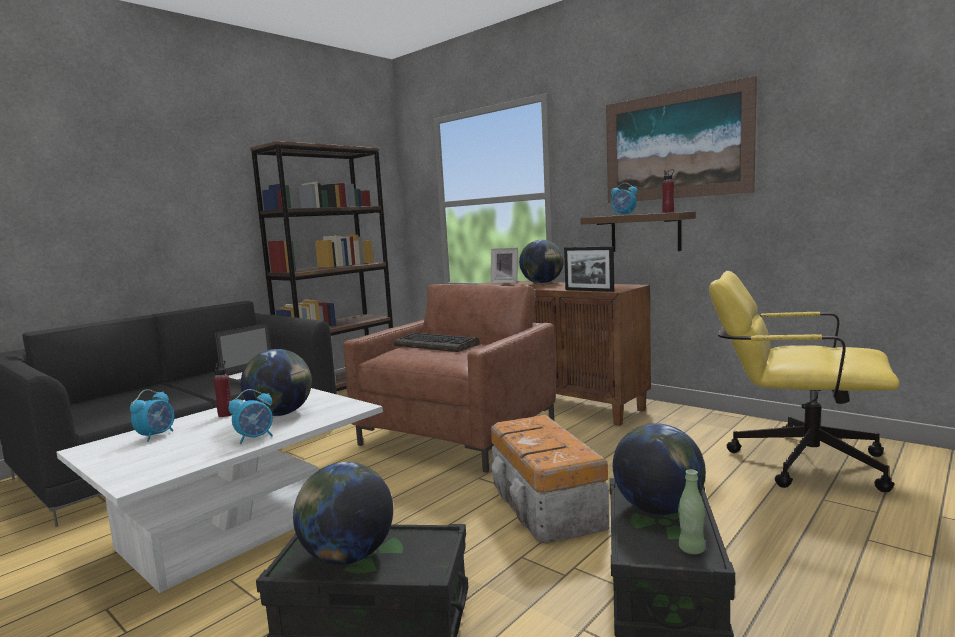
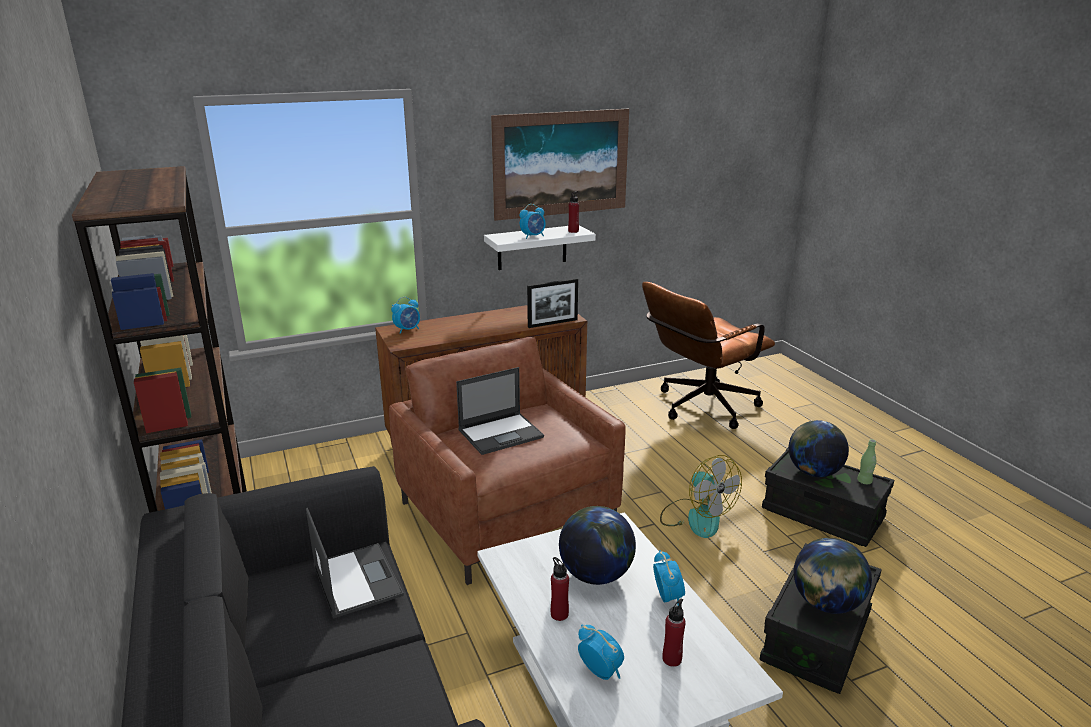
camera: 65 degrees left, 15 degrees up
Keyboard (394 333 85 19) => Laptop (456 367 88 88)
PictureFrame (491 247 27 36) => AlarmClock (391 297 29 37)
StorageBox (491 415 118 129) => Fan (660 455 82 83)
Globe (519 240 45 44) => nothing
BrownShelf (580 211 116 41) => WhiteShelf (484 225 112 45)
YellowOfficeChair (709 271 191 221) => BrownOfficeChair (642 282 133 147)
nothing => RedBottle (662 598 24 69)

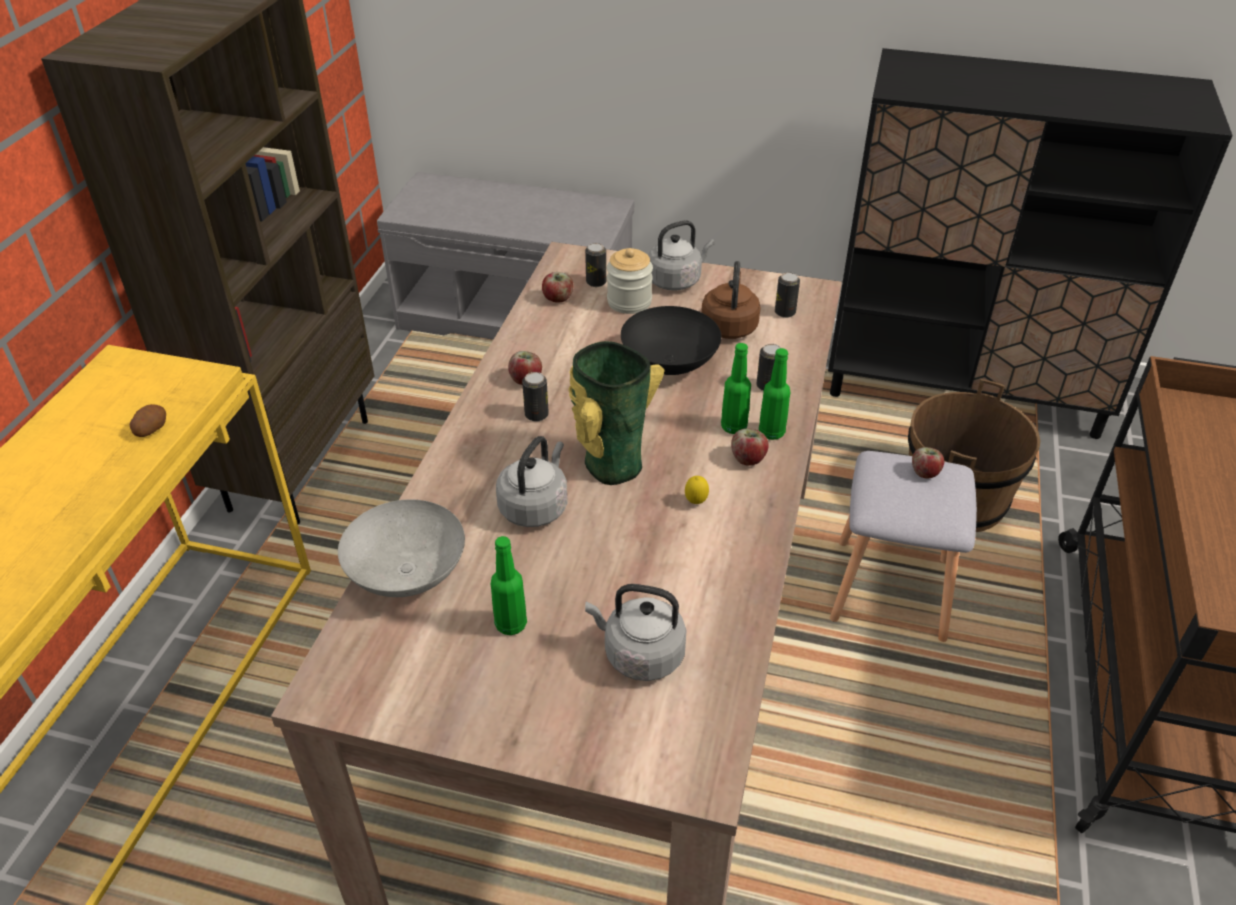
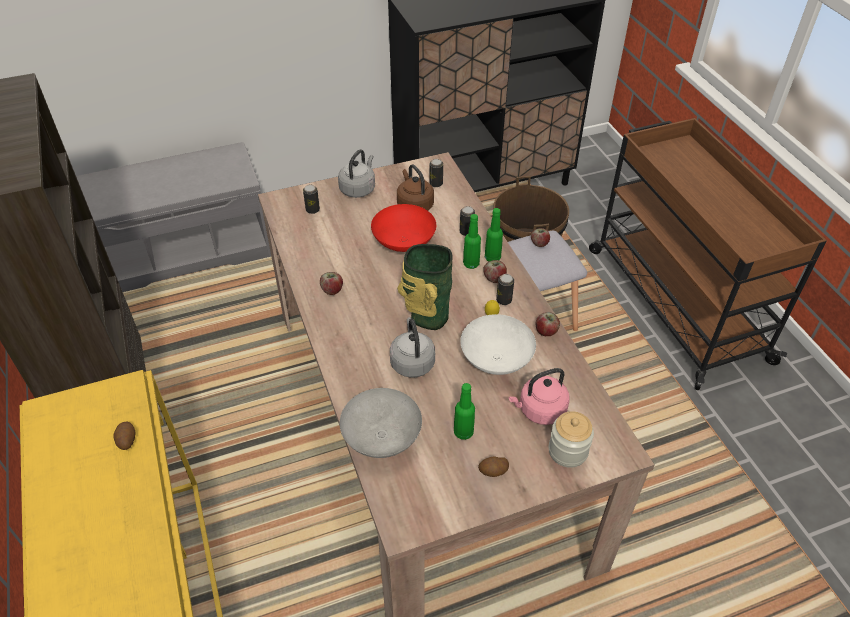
camera: 35 degrees left, 5 degrees up
Can (522 372 27 49) => Can (496 274 18 31), shifted
Apple (542 272 31 31) => Apple (536 312 24 24), shifted
GreyKettle (585 584 102 97) => PinkKettle (509 368 60 57)
Jar (607 248 46 66) => Jar (549 411 45 57), shifted
BlackBowl (621 306 100 69) => RedBowl (371 204 65 48)
nothing => WhiteBowl (460 314 76 61)
nothing => Potato (478 457 31 20)

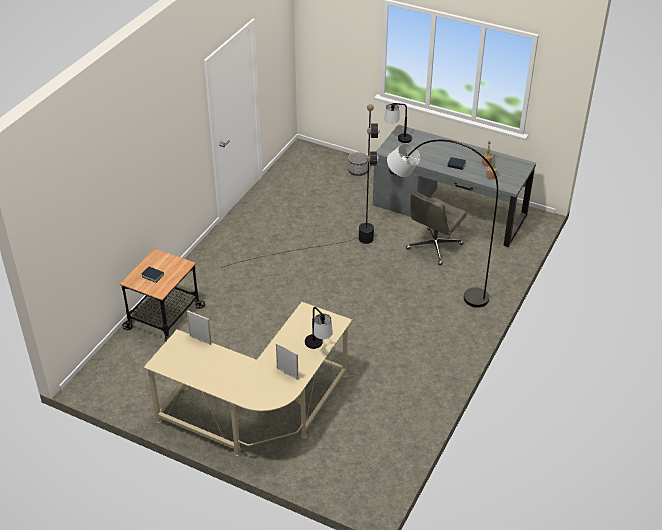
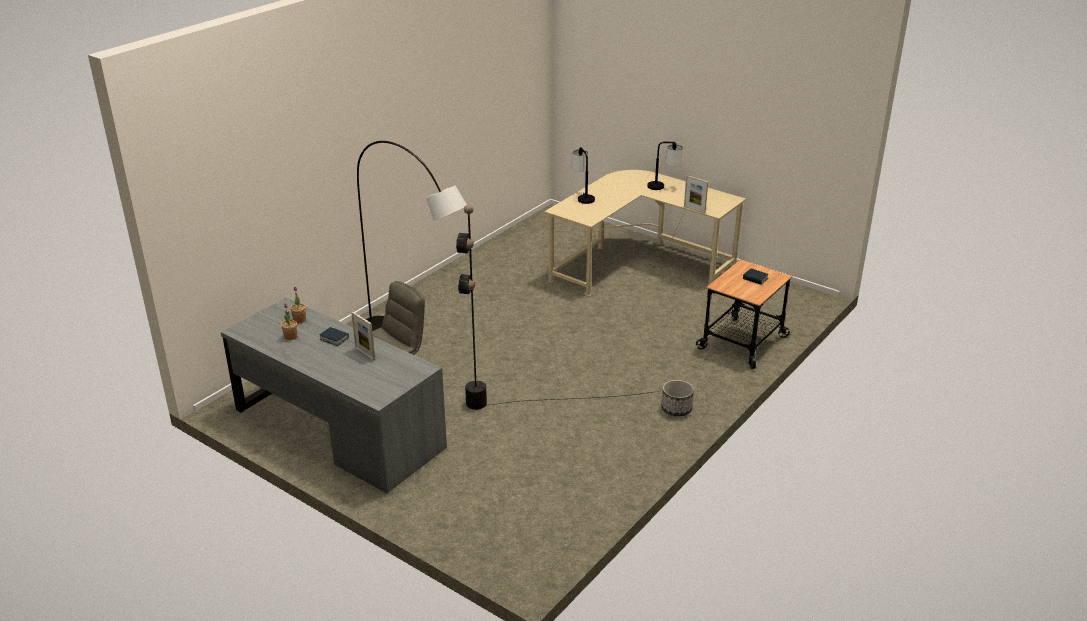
camera: 170 degrees left, 10 degrees down
PictureFrame (276 343 23 37) => PictureFrame (351 312 24 48), shifted
Planter (348 152 20 24) => Planter (662 380 32 36), shifted
TableLamp (384 103 28 40) => TableLamp (647 142 36 48), shifted

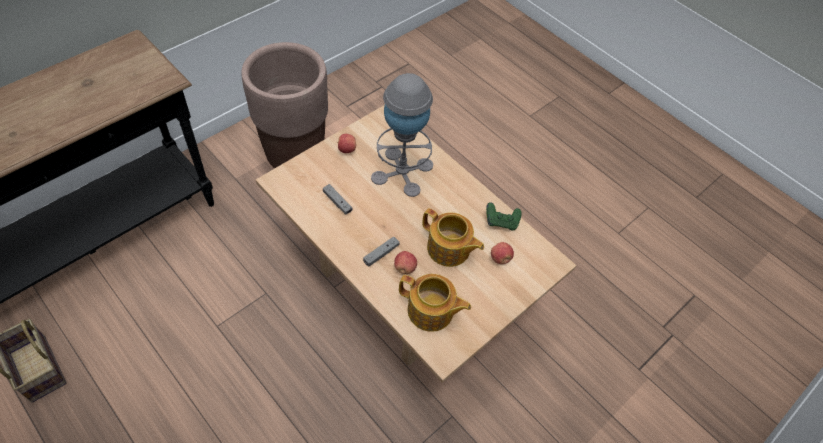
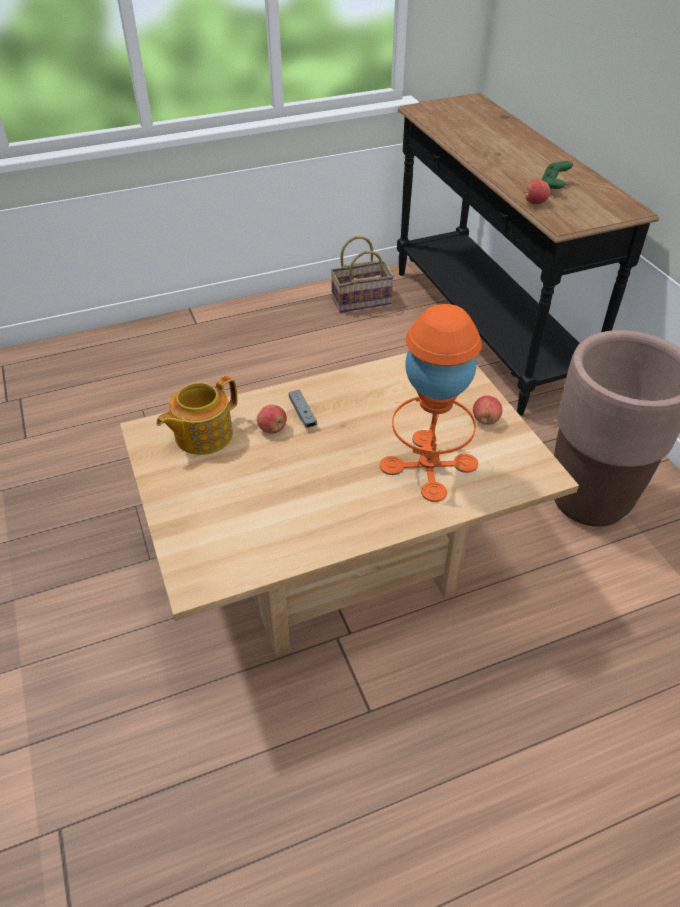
camera: 115 degrees right, 10 degrees down
GreyGameController (323 184 30 31) => nothing
GreyTableLamp (371 73 62 124) => OrangeTableLamp (380 304 102 198)
Teapot (422 208 62 59) => nothing
GreenGameController (486 202 36 29) => GreenGameController (542 161 31 28), shifted
Apple (491 242 23 22) => Apple (524 179 26 25), shifted

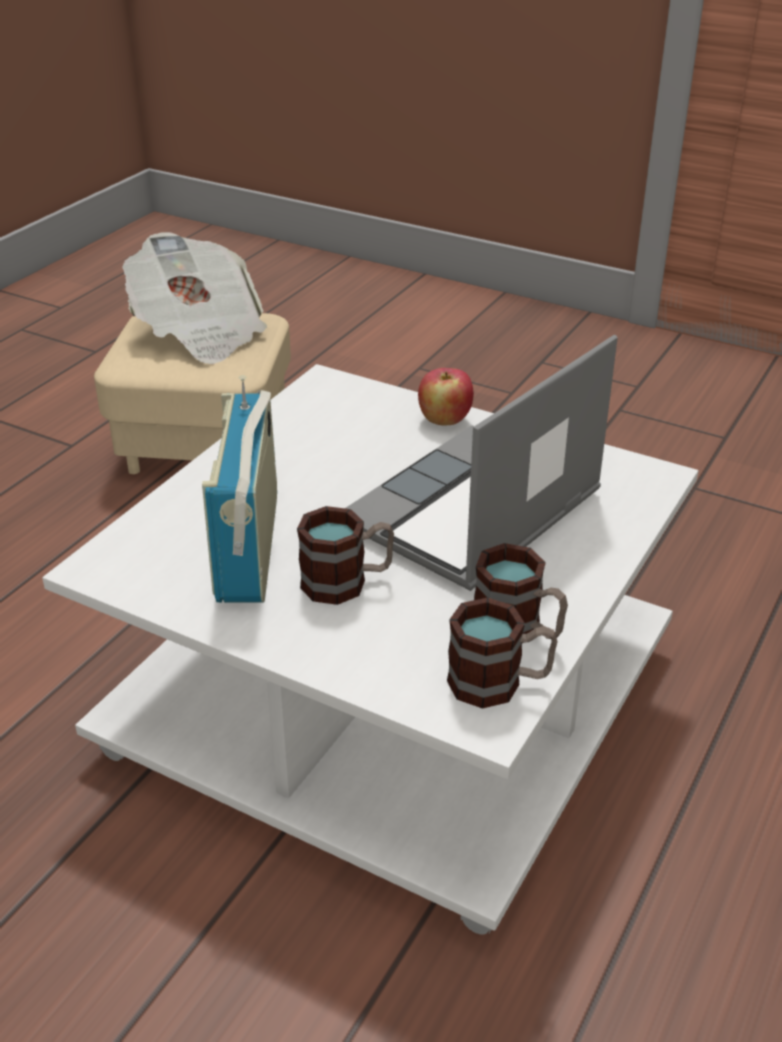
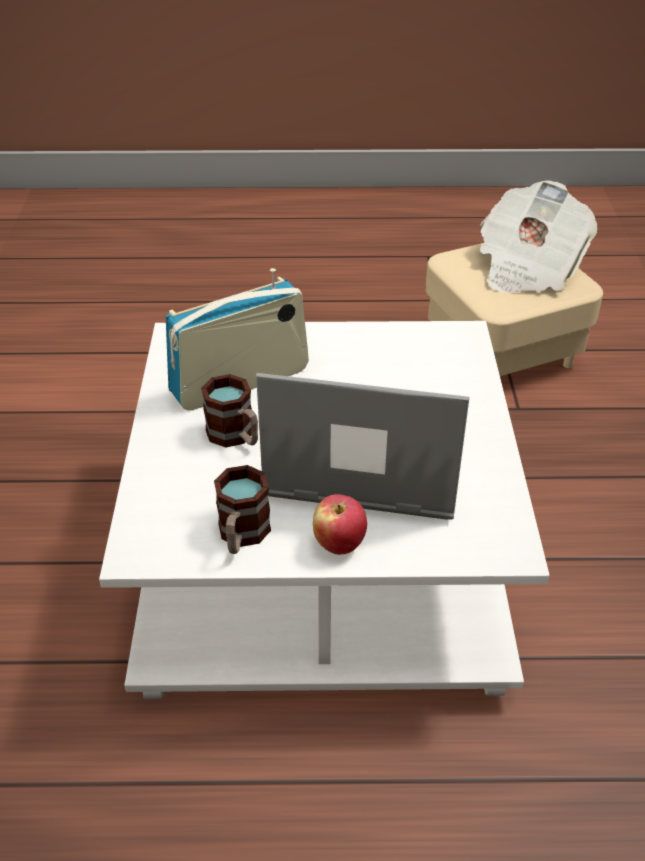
camera: 60 degrees right, 5 degrees up
Apple (418 368 56 57) => Apple (313 494 54 61), shifted
Mug (447 597 111 112) => nothing

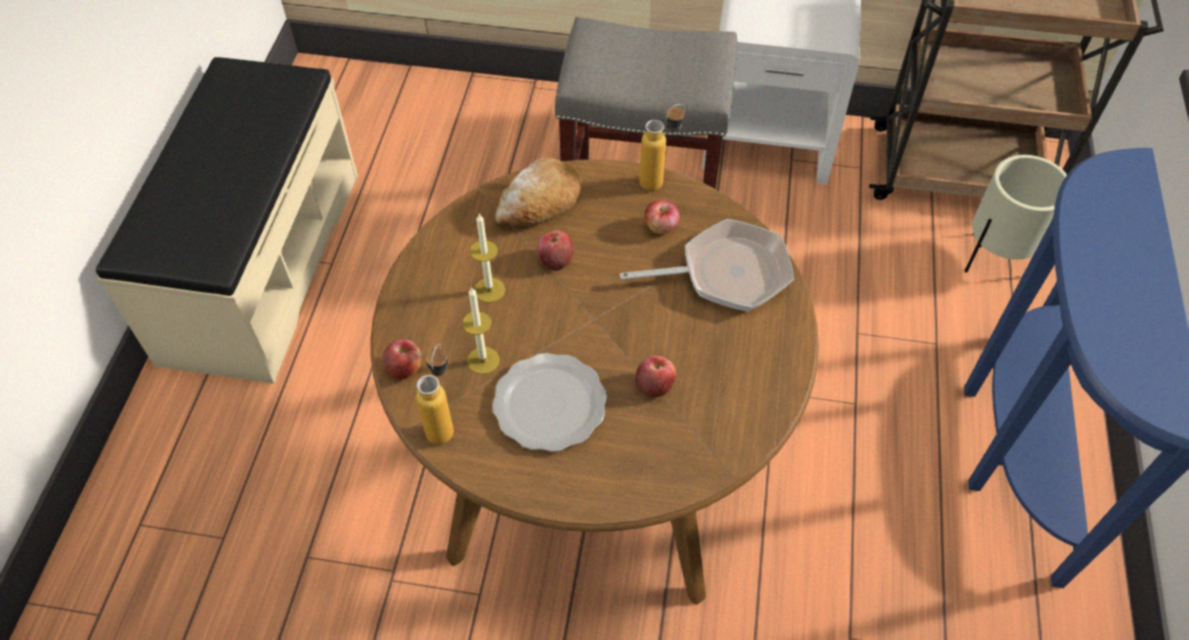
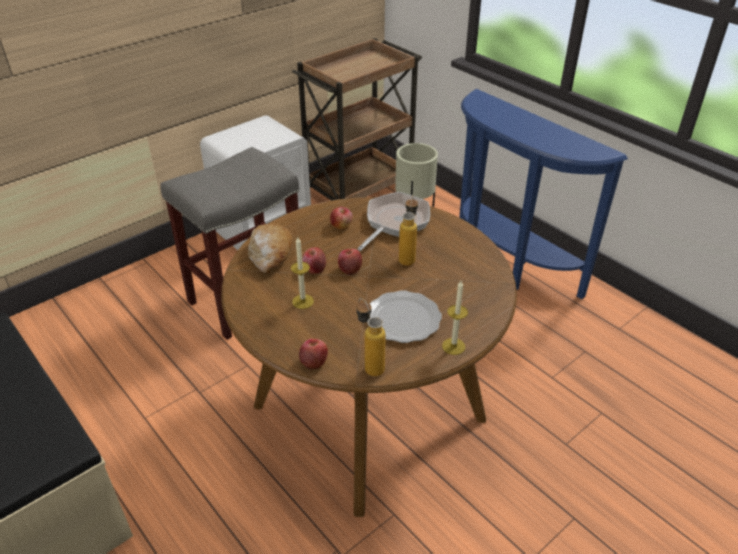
camera: 50 degrees left, 15 degrees down
Candle (463 287 37 87) => Candle (442 281 26 74), shifted
Apple (635 356 41 41) => Apple (338 249 24 26), shifted
Bottle (639 104 46 87) => Bottle (399 195 19 71), shifted

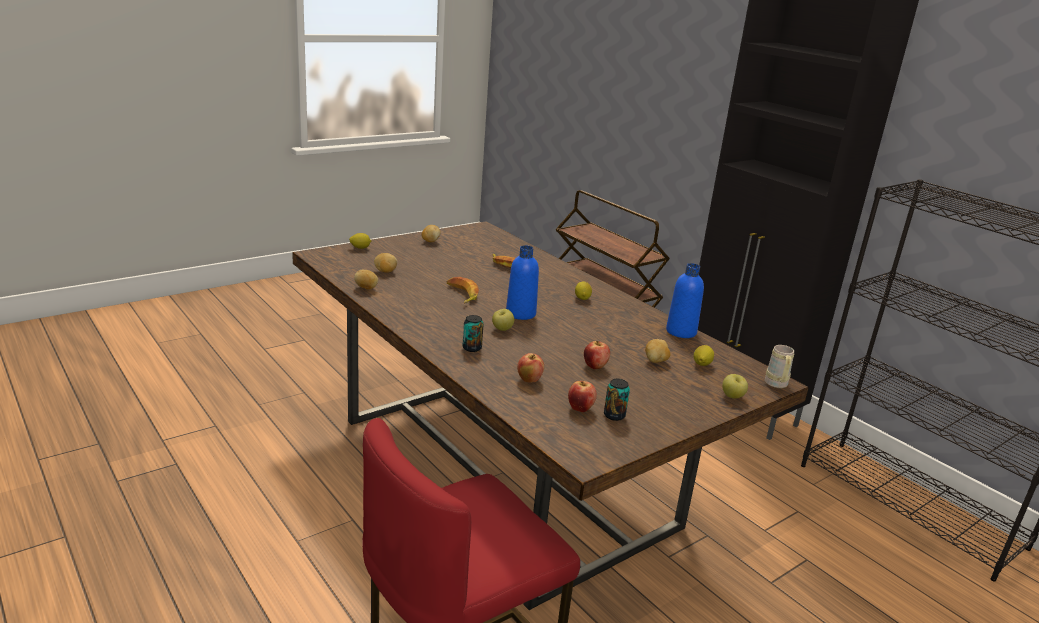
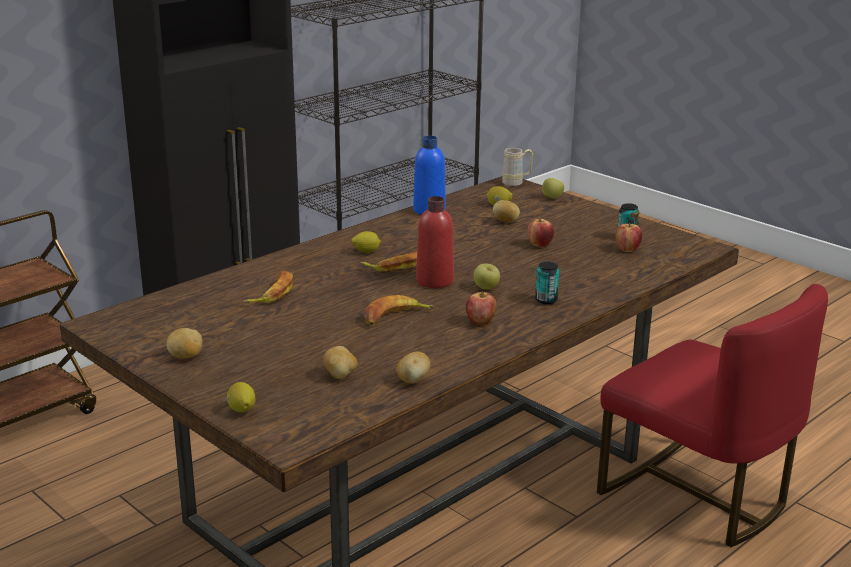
camera: 95 degrees left, 0 degrees up
BlueBottle (506 245 33 75) => RedBottle (416 196 38 92)
Apple (517 353 27 30) => Apple (466 291 31 34), shifted
nothing => Banana (361 251 56 21)

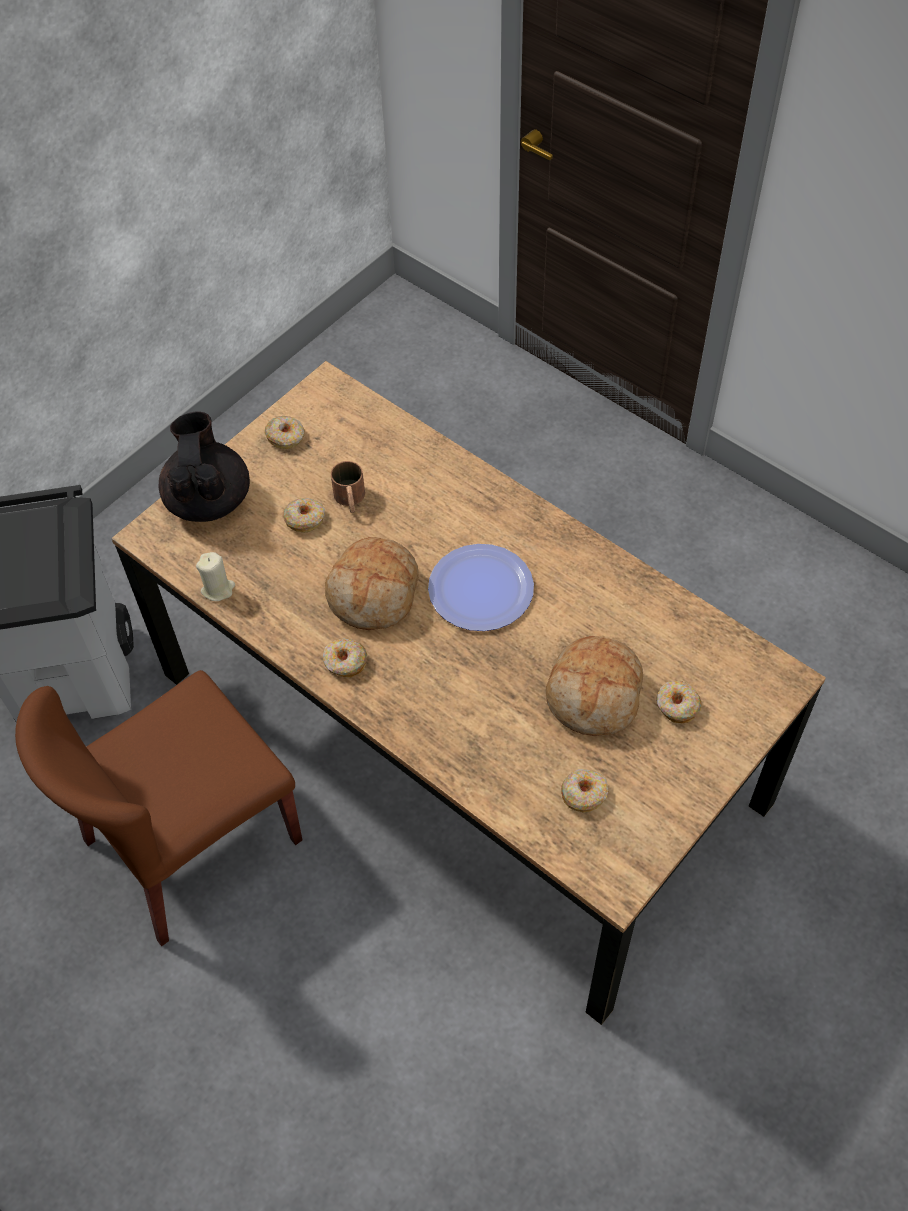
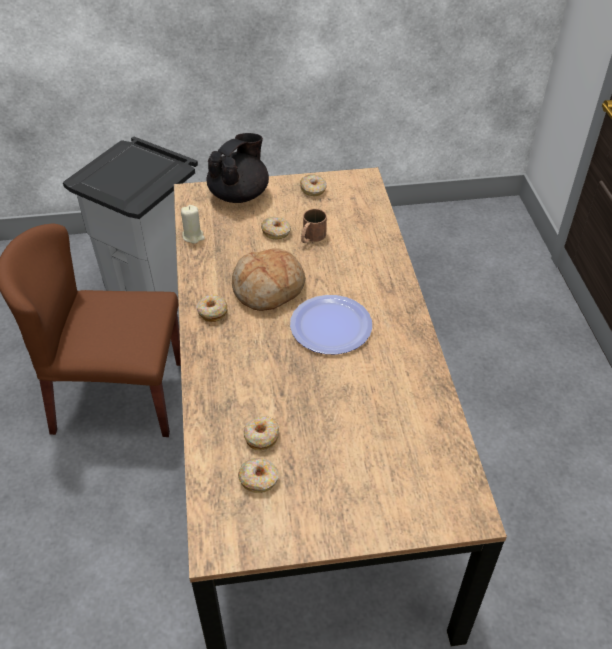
camera: 40 degrees right, 10 degrees down
Bread (545 636 98 100) => nothing
Donut (656 681 46 42) => Donut (244 416 35 35), shifted

